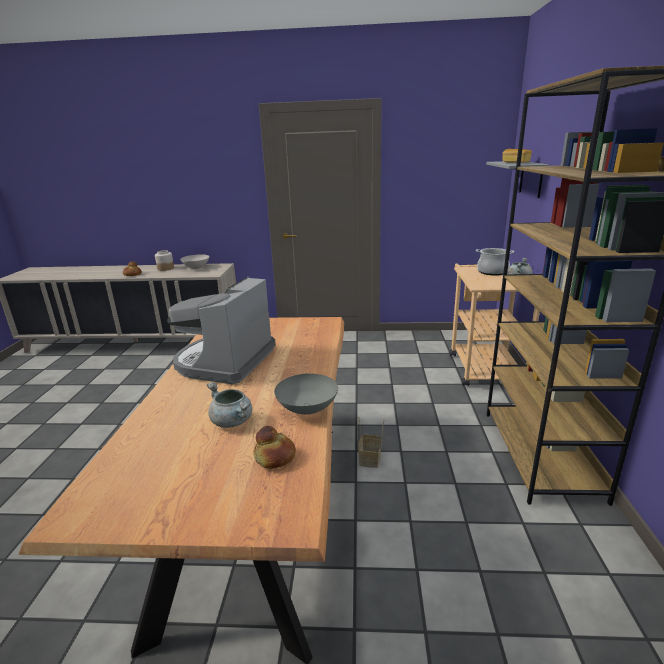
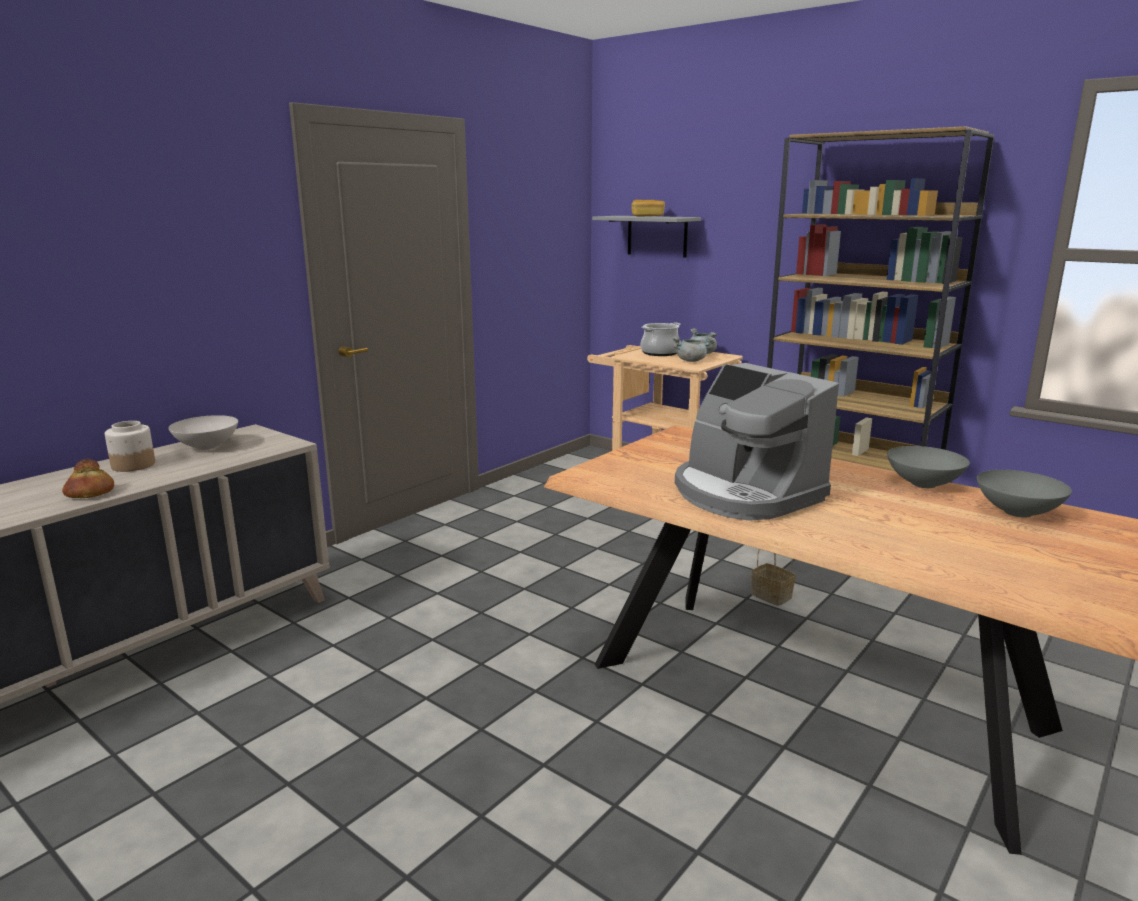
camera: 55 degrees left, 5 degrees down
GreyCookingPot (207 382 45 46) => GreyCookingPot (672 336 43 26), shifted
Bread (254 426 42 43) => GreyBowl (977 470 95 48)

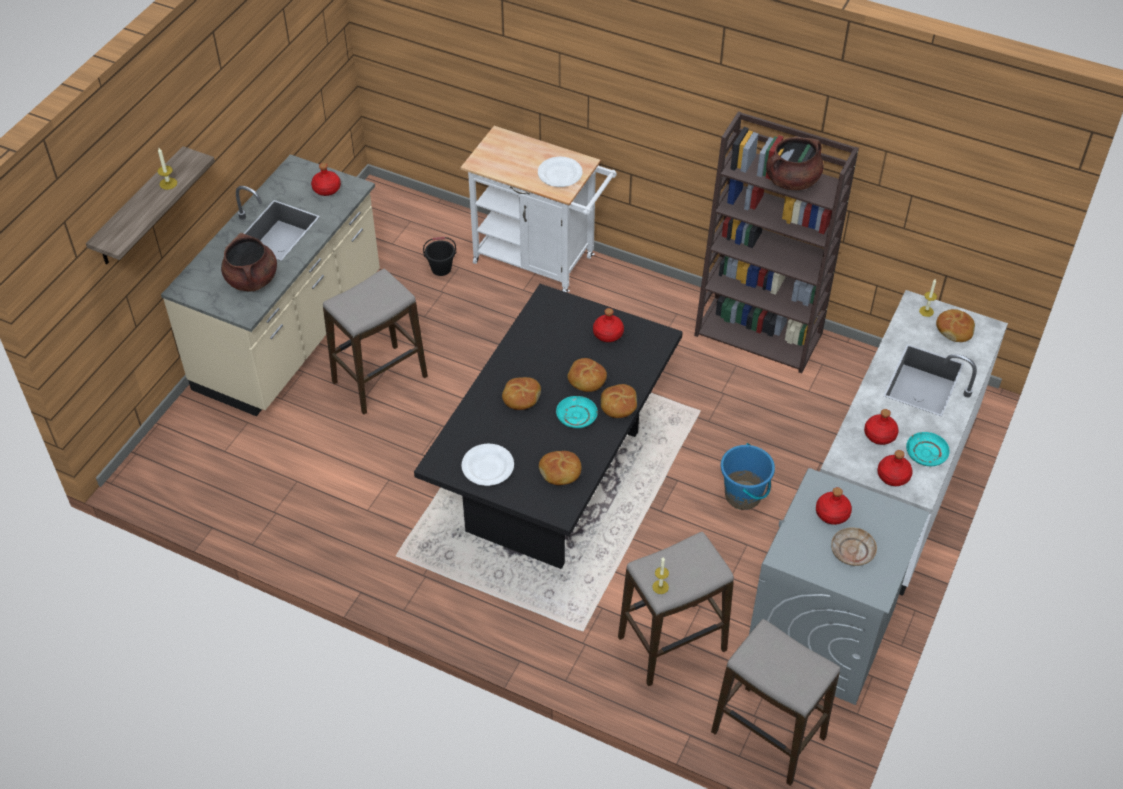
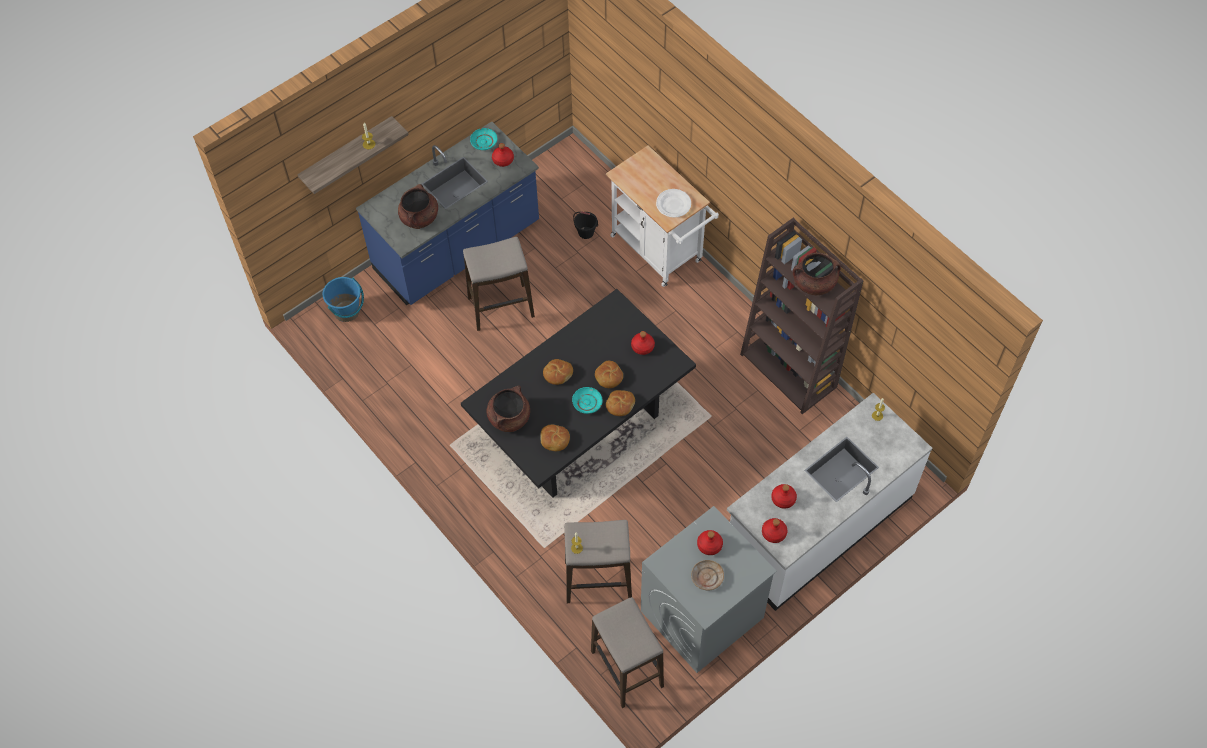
camera: 25 degrees right, 10 degrees up
BeigeCounter (161 154 219 262) => BlueCounter (356 121 183 184)
WhitePlate (462 444 52 42) => BrownCookingPot (486 385 44 47)
BlueBucket (721 443 54 67) => BlueBucket (323 277 41 45), shifted
TurquoisePlate (906 432 44 34) => TurquoisePlate (470 128 27 22), shifted
Bread (936 309 39 33) => nothing

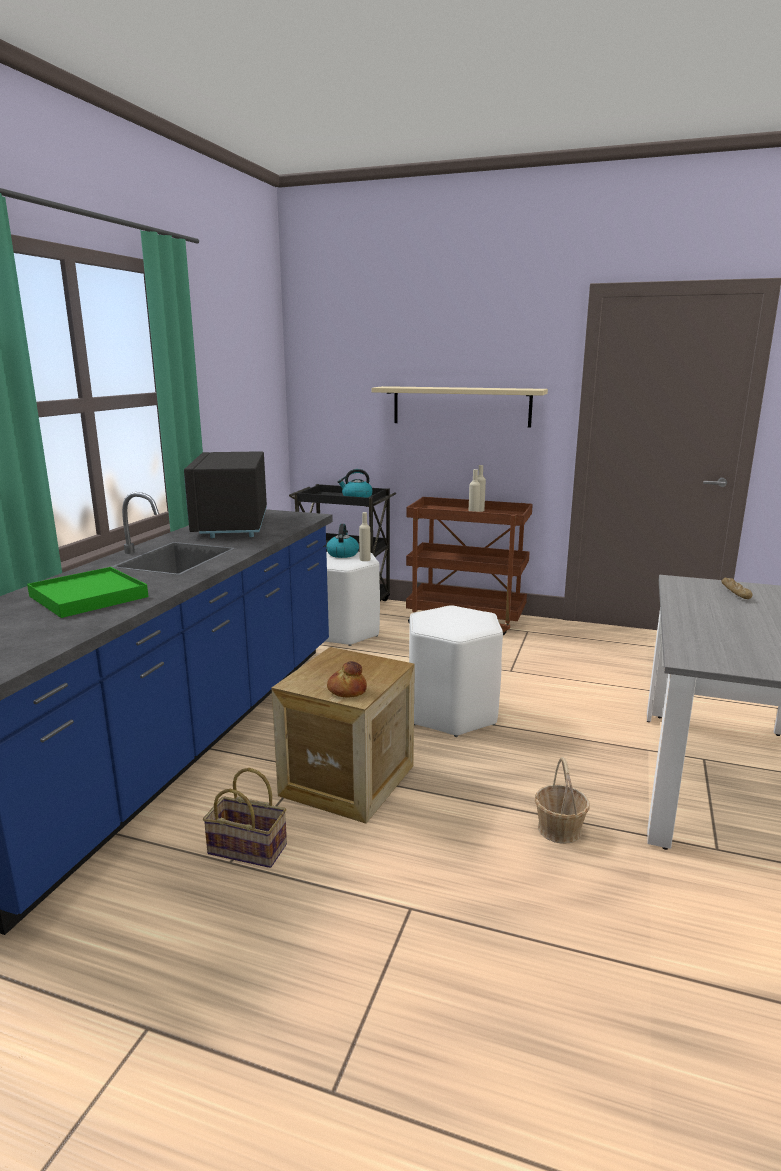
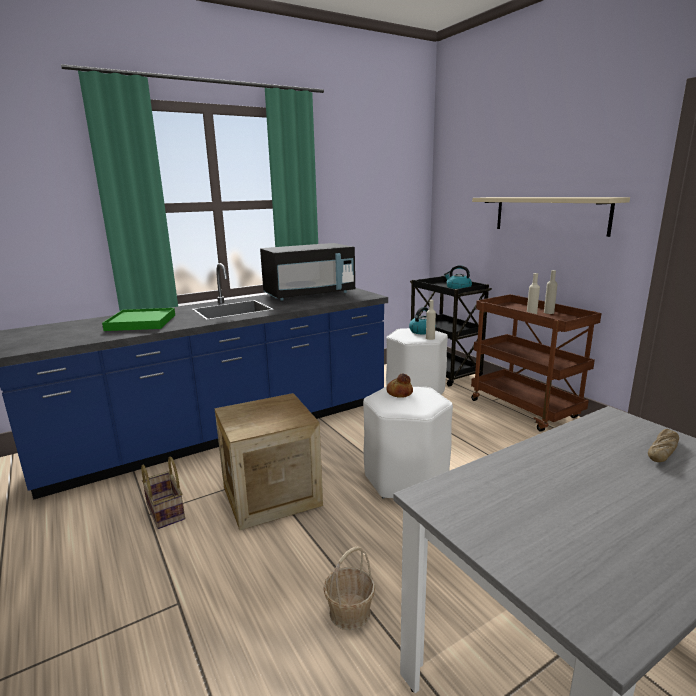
camera: 40 degrees right, 0 degrees up
BlackMicrowave (184 451 83 87) => BlackMicrowave (260 243 95 58), 150 degrees counterclockwise
Bread (327 661 40 37) => Bread (386 374 27 24), shifted

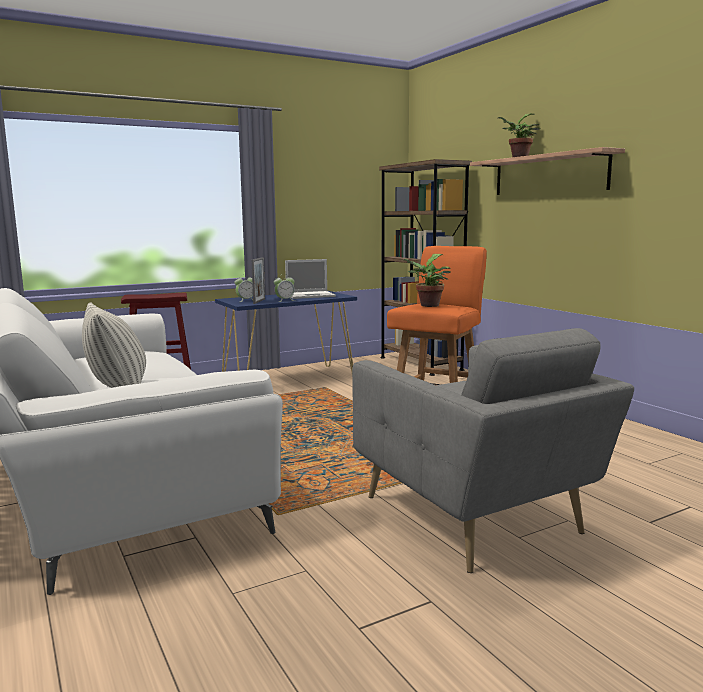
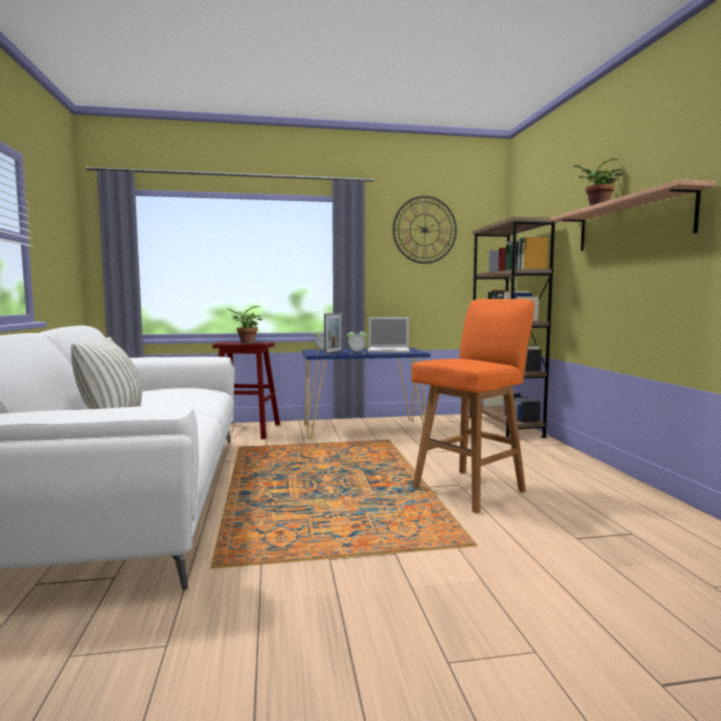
camera: 20 degrees right, 5 degrees down
GreyArmchair (352 328 282 245) => nothing
PottedPlant (403 254 48 53) => PottedPlant (228 306 35 38), shifted
nothing => WallClock (393 196 64 68)

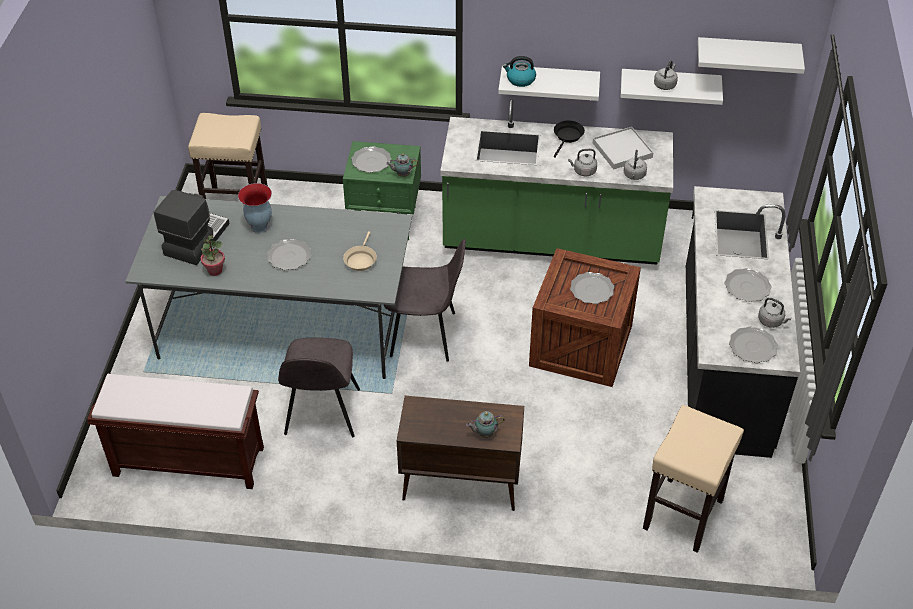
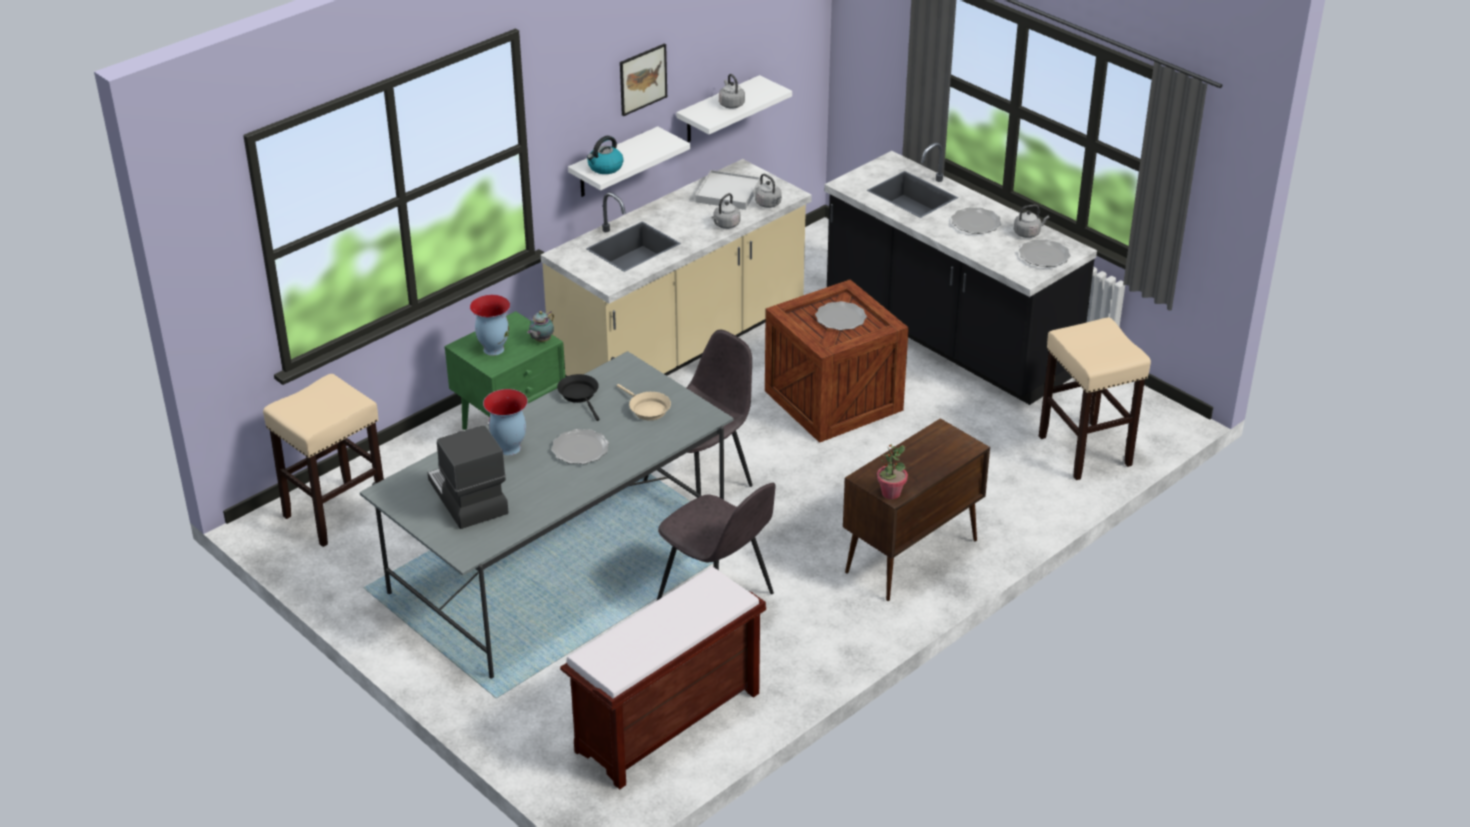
camera: 50 degrees left, 10 degrees down
PottedPlant (201 235 24 41) => PottedPlant (877 444 31 55), shifted
Plate (351 146 41 27) => Vase (470 295 40 61)
GreenCounter (440 99 233 166) => BeigeCounter (541 159 271 218)
Teapot (466 411 39 27) => nothing
BlackFryingPan (554 120 31 38) => BlackFryingPan (557 374 42 47), shifted
WhiteShelf (698 37 107 37) => nothing
nothing => Picture (620 44 47 72)

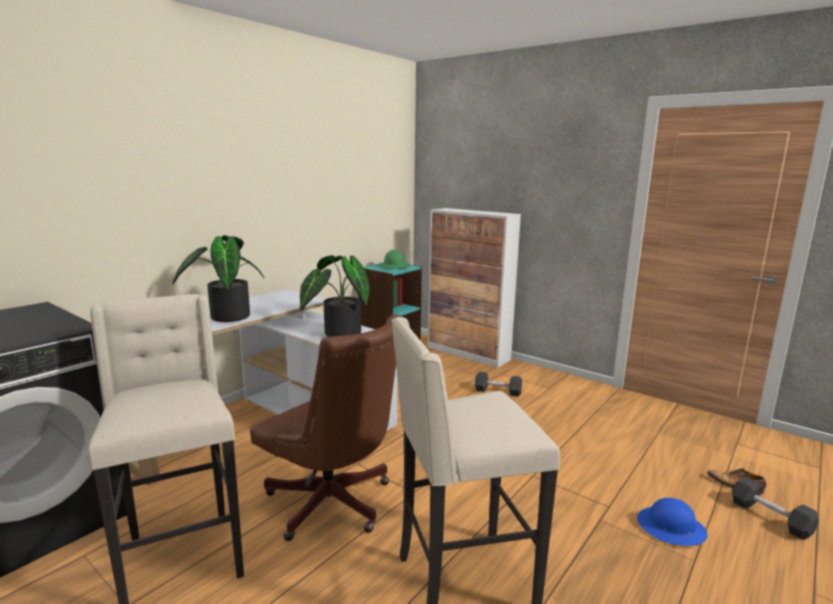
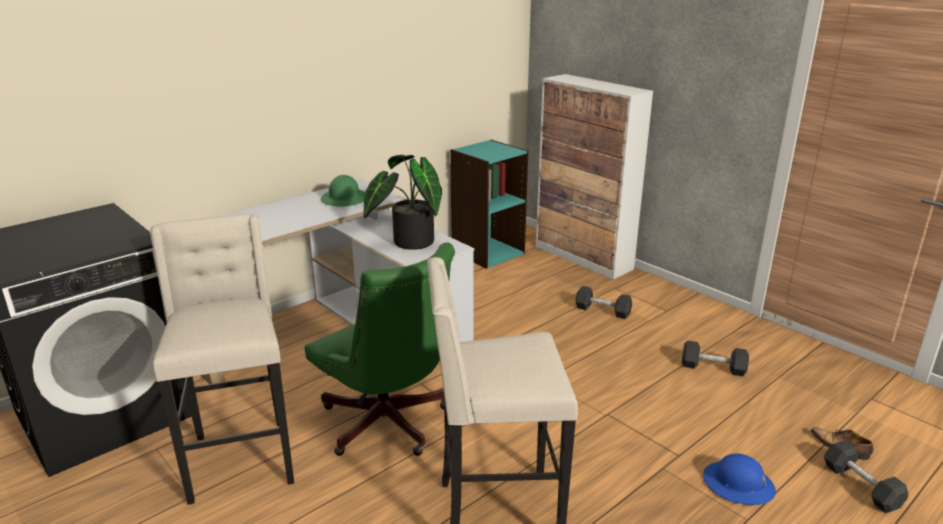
camera: 10 degrees right, 10 degrees up
PottedPlant (173 235 91 87) => nothing
BrownOfficeChair (250 314 151 227) => GreenOfficeChair (305 242 150 214)
GreenHardHat (379 250 32 19) => GreenHardHat (321 175 44 32), shifted
nothing => GreyDumbbell (682 341 67 35)

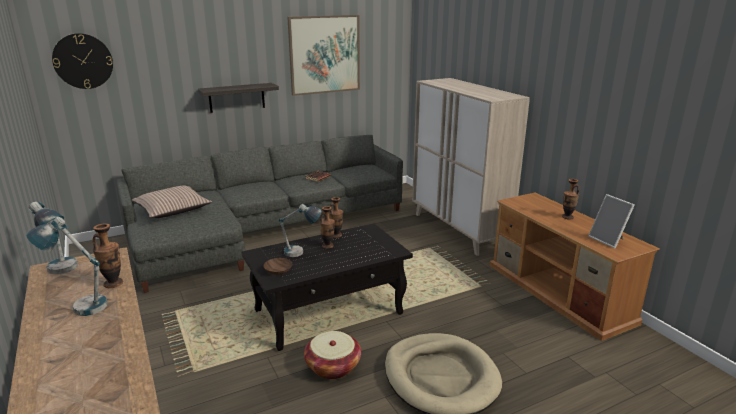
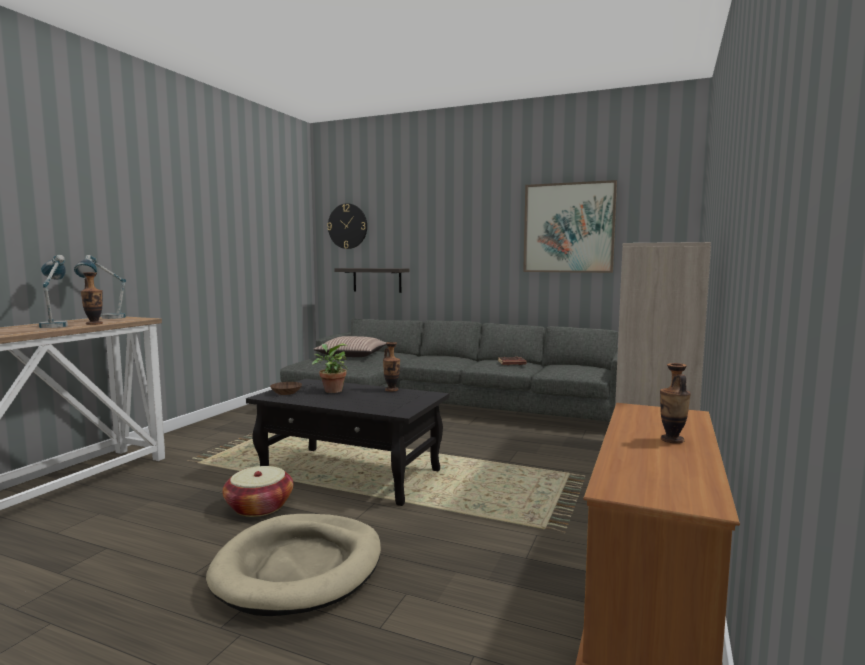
camera: 50 degrees right, 15 degrees down
Shelf (198 83 81 30) => Shelf (334 268 75 25), shifted
TableLamp (279 204 42 53) => PottedPlant (312 343 35 50)
Vase (319 206 16 43) => nothing
PictureFrame (588 194 47 54) => nothing

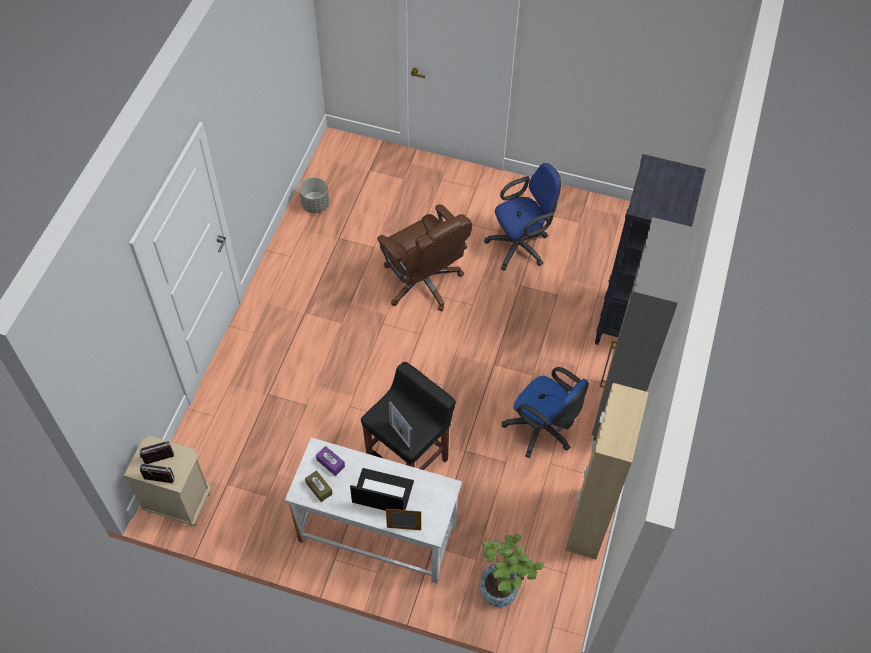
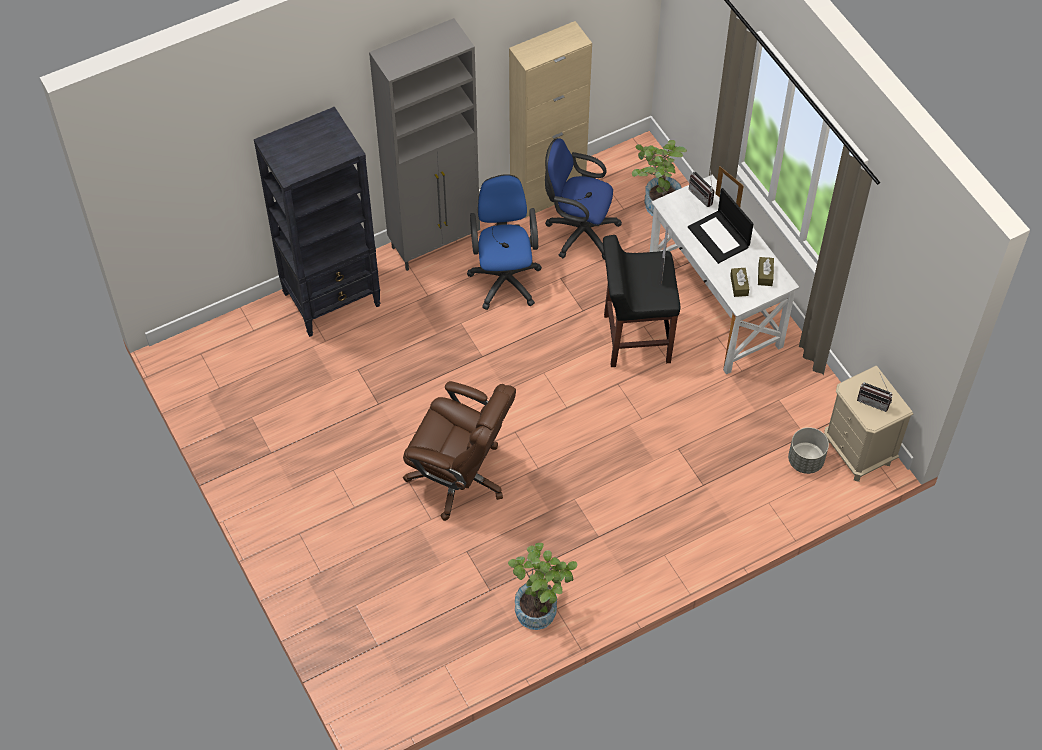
camera: 135 degrees left, 0 degrees up
Radio (140 463 35 20) => Radio (689 167 26 40), shifted
GreyPlanter (299 177 30 36) => GreyPlanter (788 427 41 47), shifted
PurpleTissueBox (316 446 29 30) => BrownTissueBox (730 268 19 29)
BrownOfficeChair (377 204 95 107) => BrownOfficeChair (403 381 113 140), 105 degrees clockwise
BlueOfficeChair (484 163 77 108) => BlueOfficeChair (545 138 77 122), shifted
nothing => PottedPlant (508 543 69 87)

